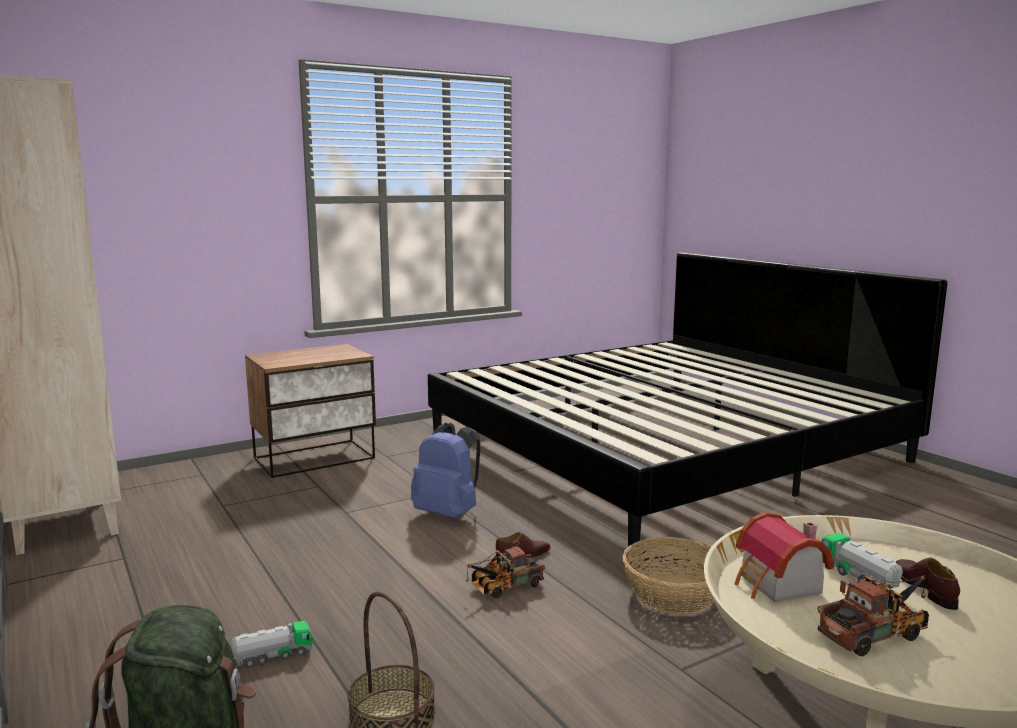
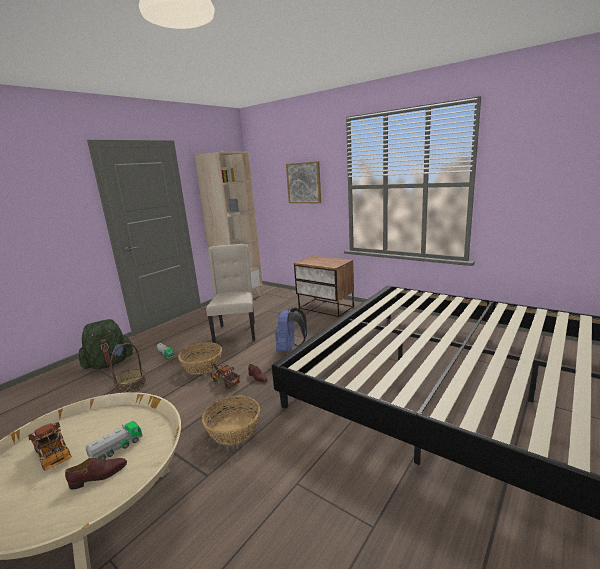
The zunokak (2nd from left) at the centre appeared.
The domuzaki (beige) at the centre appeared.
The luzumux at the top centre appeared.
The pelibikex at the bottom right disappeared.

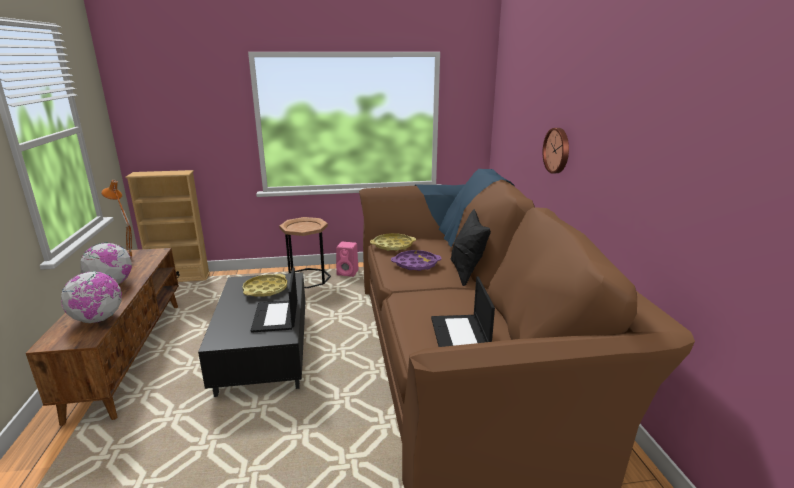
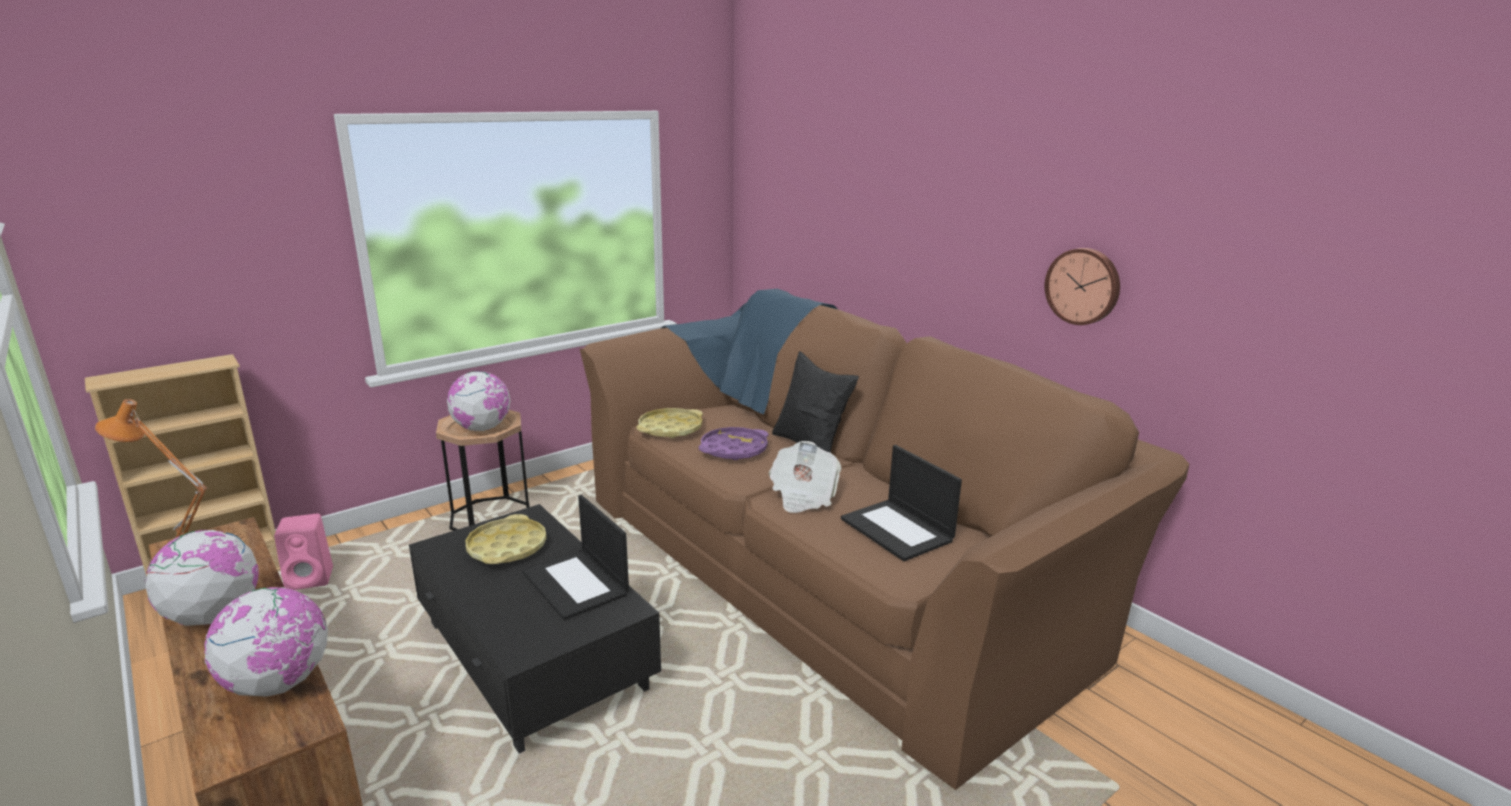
The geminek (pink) moved from the centre to the bottom left.
The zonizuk (3rd from left) at the middle left appeared.
The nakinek at the centre appeared.
The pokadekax moved from the top right to the middle right.

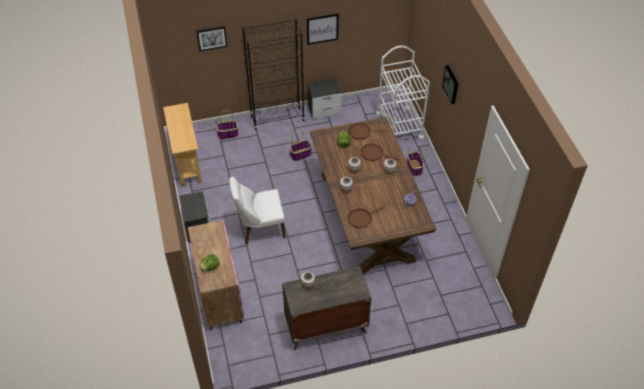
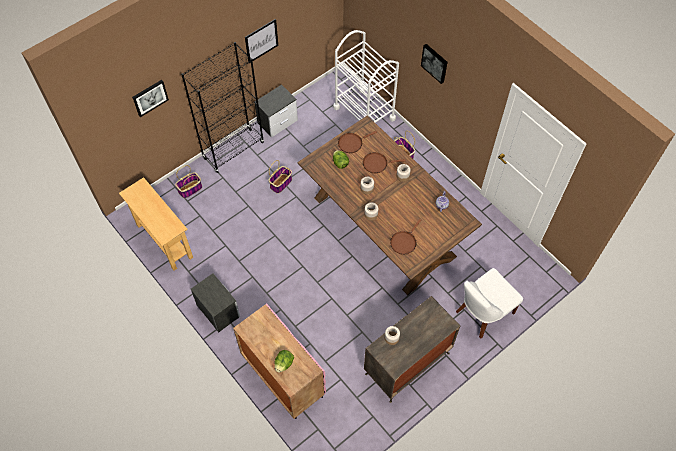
The domuzaki (white) moved from the centre to the bottom right.

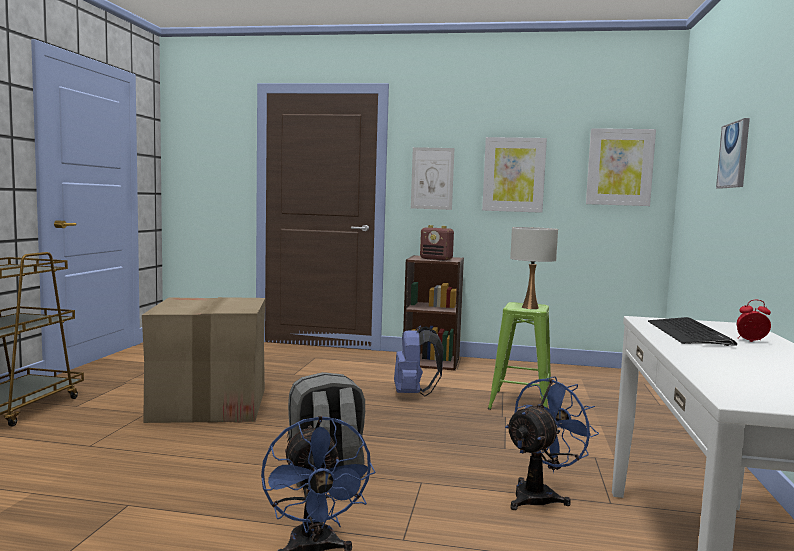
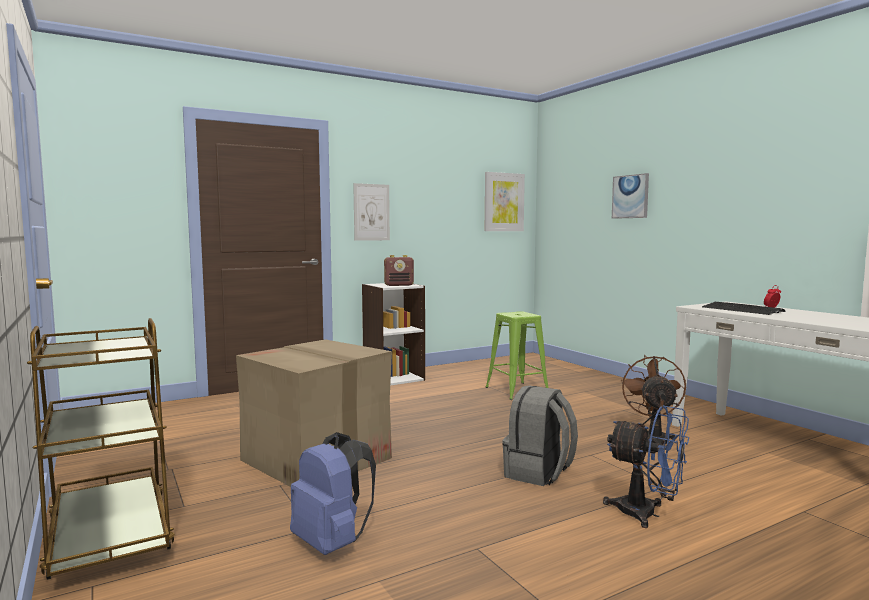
The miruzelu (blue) moved from the centre to the bottom centre.
The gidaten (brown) at the centre became the gidaten (white) at the centre.
The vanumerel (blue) (2nd from left) at the bottom right became the vanumerel (brown) at the bottom right.
The luzumux (2nd from left) at the top centre disappeared.
The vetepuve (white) at the middle right disappeared.

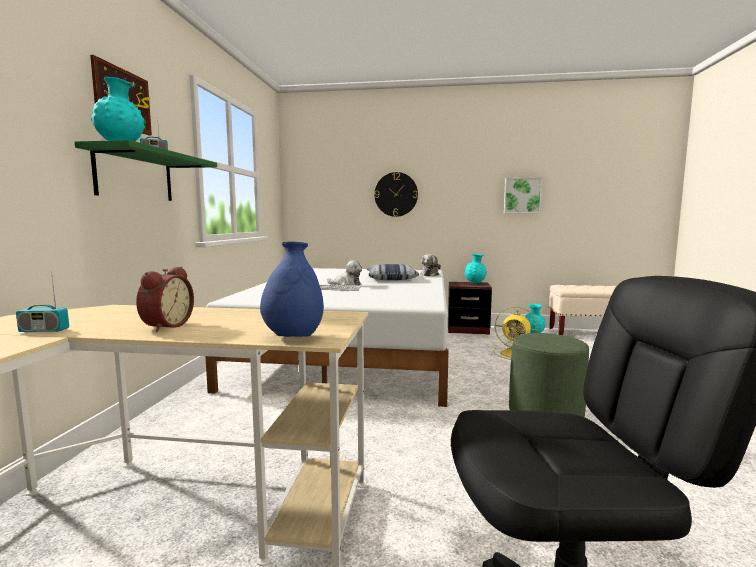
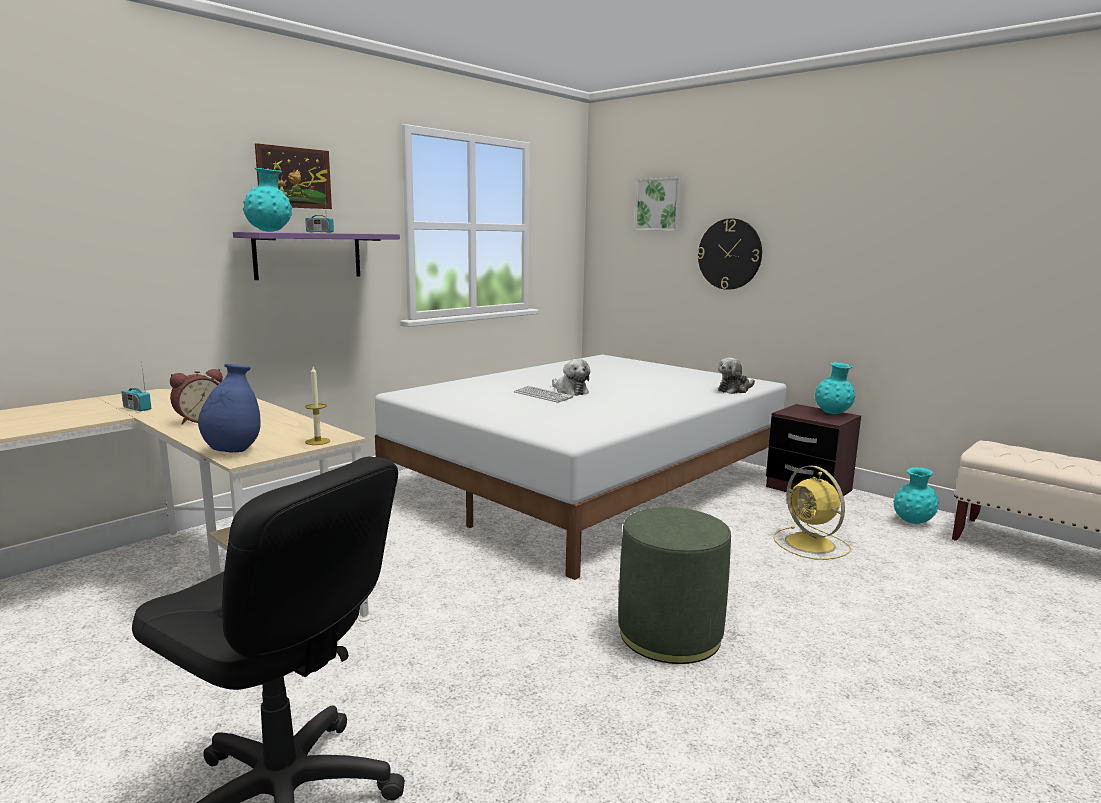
The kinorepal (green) at the top left became the kinorepal (purple) at the top left.
The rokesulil at the middle left appeared.
The luzumux (2nd from left) moved from the middle right to the top centre.
The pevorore at the centre disappeared.

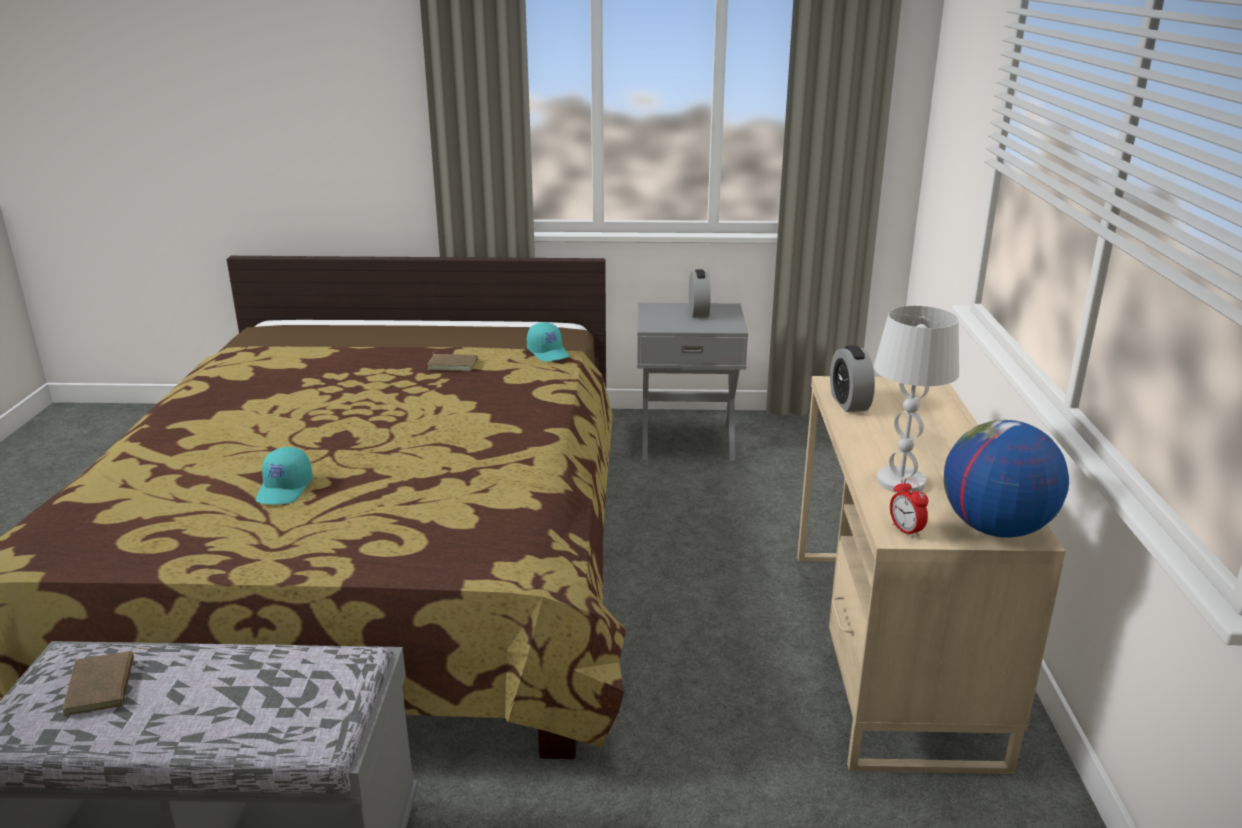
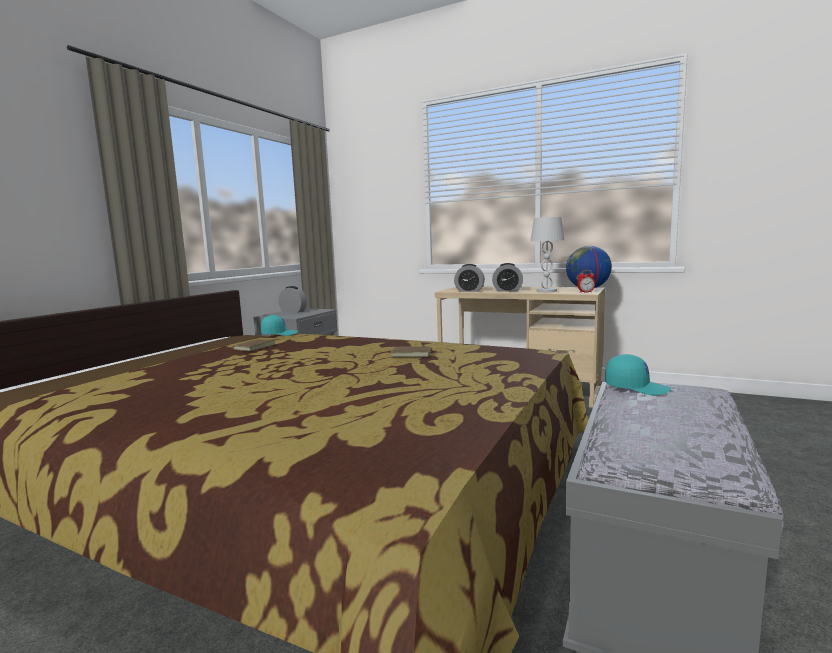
The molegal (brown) (1st from left in the first image) moved from the bottom left to the centre.
The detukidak (3rd from left) at the centre appeared.
The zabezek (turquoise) (1st from left in the first image) moved from the middle left to the middle right.

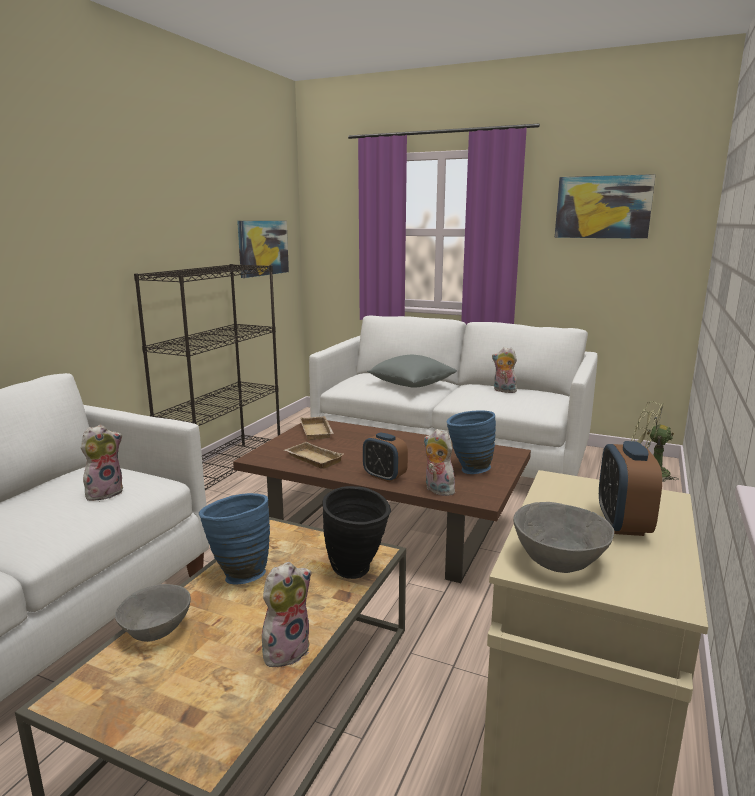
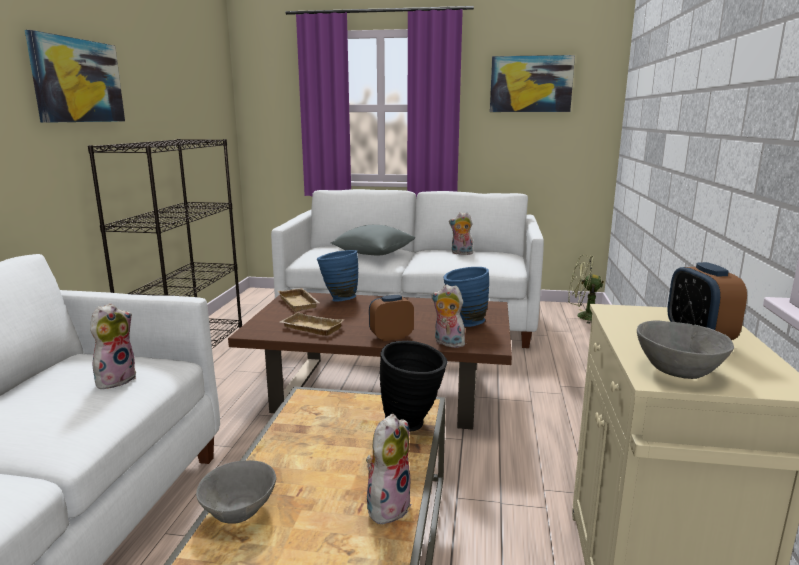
The luzumux (1st from left) moved from the top centre to the top left.
The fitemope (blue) (1st from left) moved from the bottom left to the centre.
The detukidak (1st from left) at the centre turned 135 degrees clockwise.

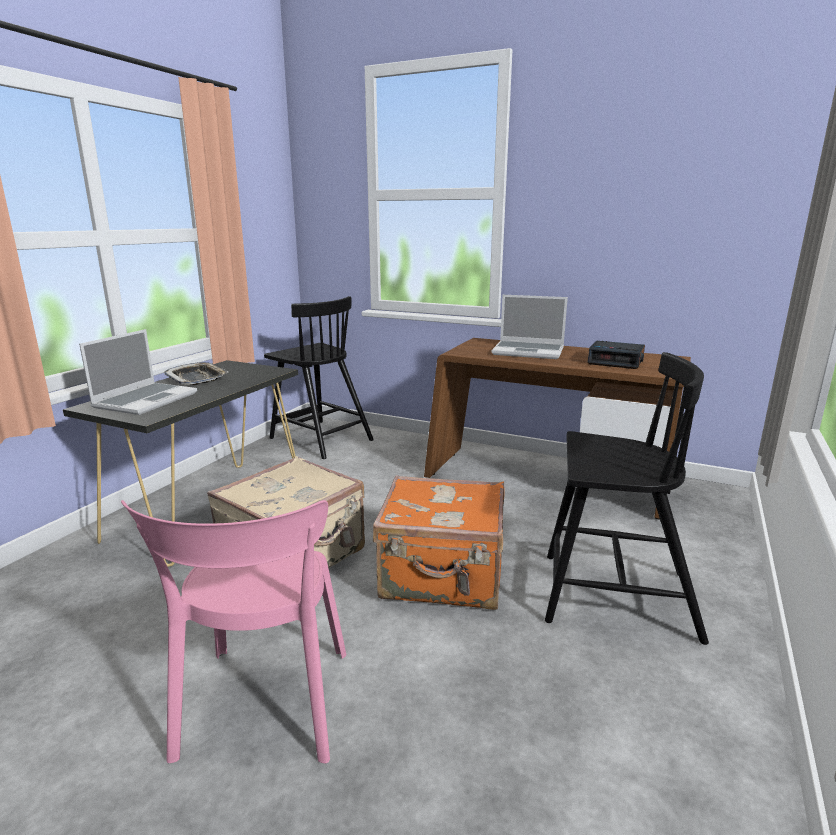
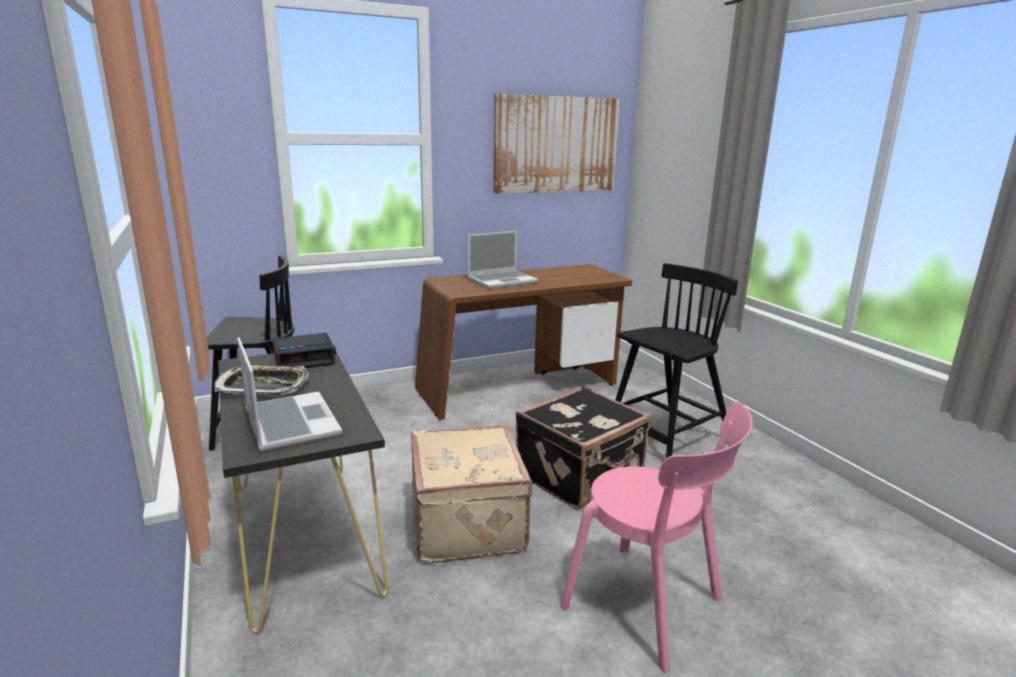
The detukidak moved from the middle right to the middle left.
The luzumux at the top centre appeared.
The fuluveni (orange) at the centre became the fuluveni (black) at the centre.

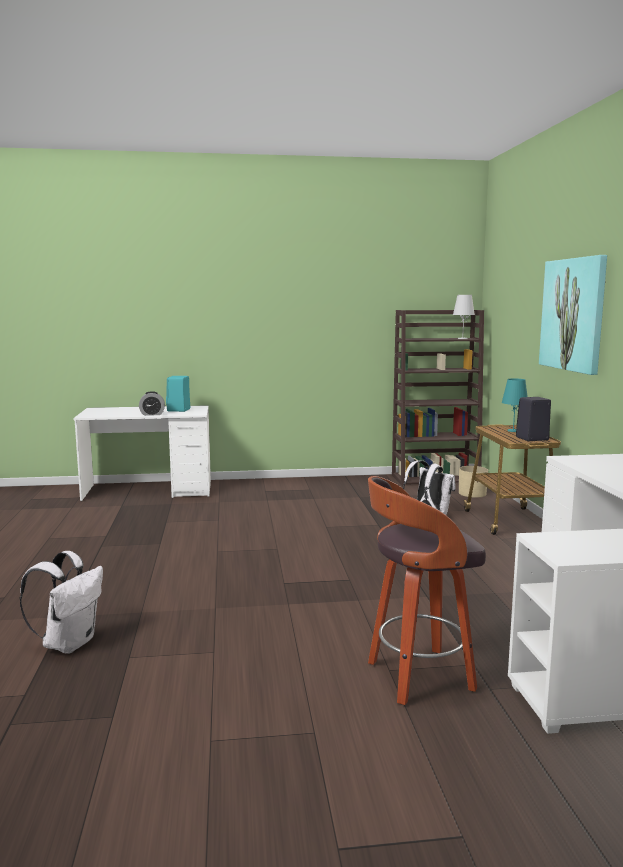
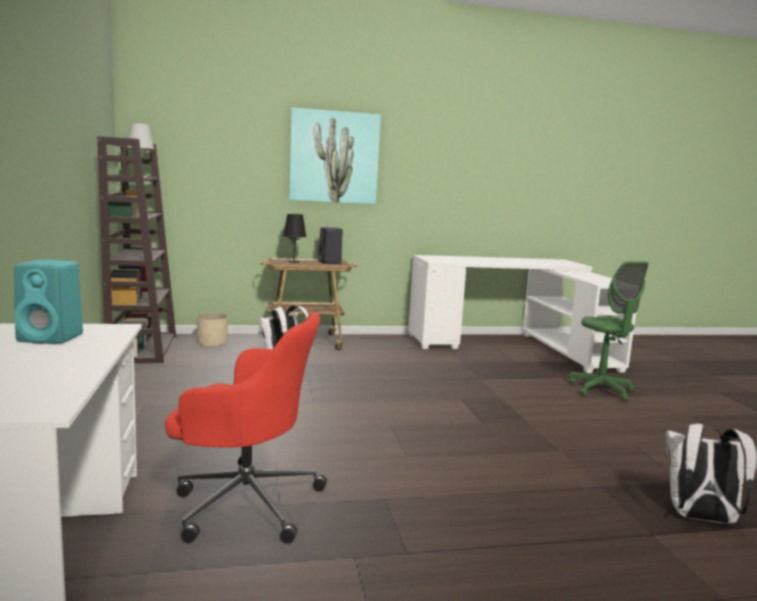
The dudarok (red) at the bottom left appeared.
The vetepuve (turquoise) at the middle right became the vetepuve (black) at the centre.
The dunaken at the bottom right was replaced by the dudarok (green) at the middle right.
The detukidak at the middle left disappeared.

